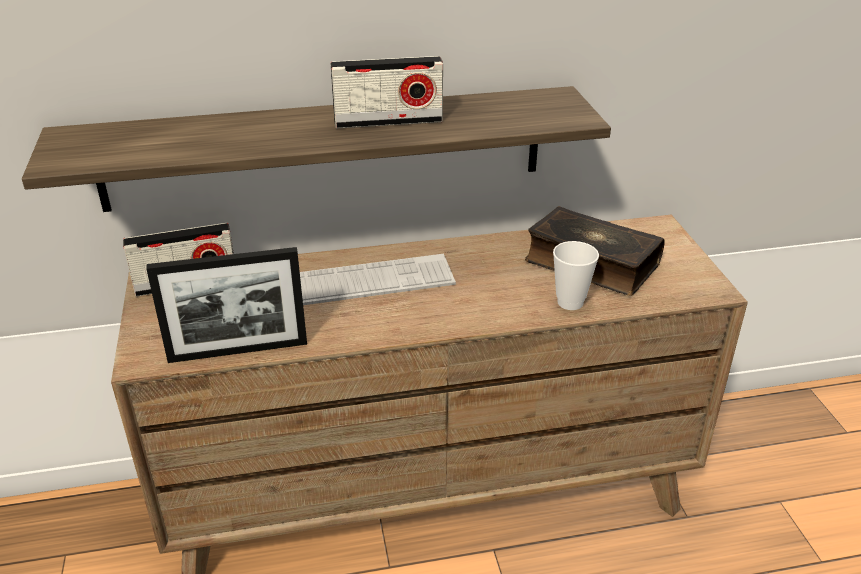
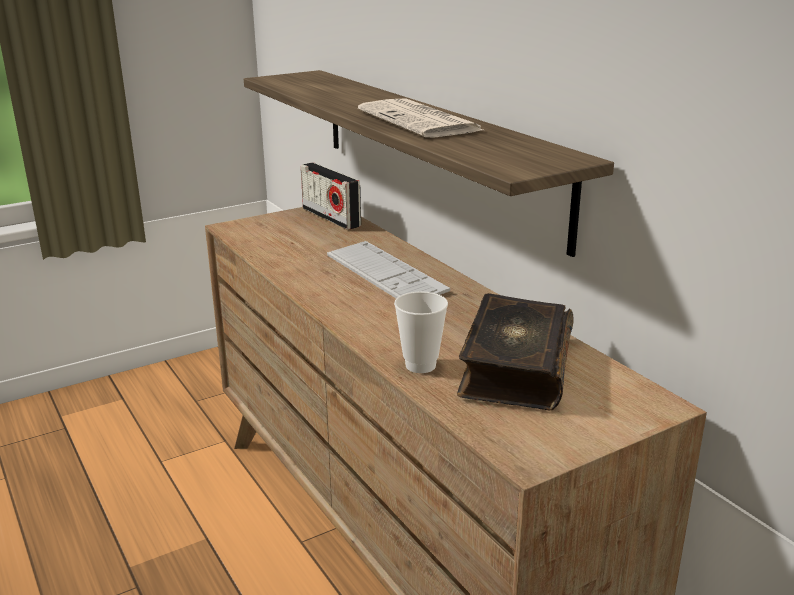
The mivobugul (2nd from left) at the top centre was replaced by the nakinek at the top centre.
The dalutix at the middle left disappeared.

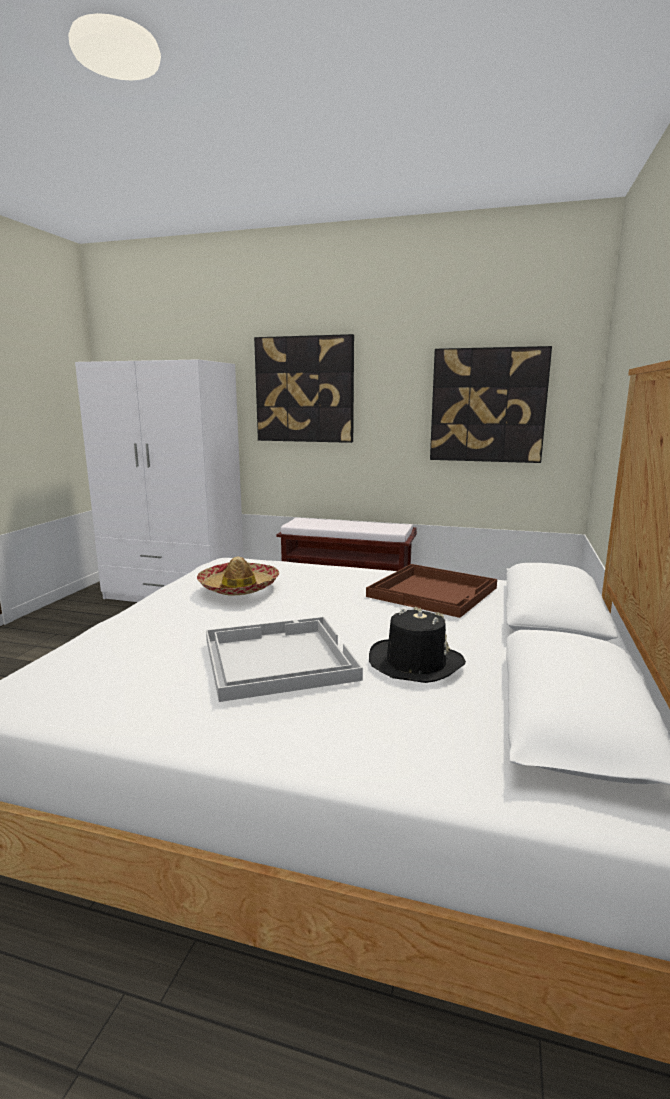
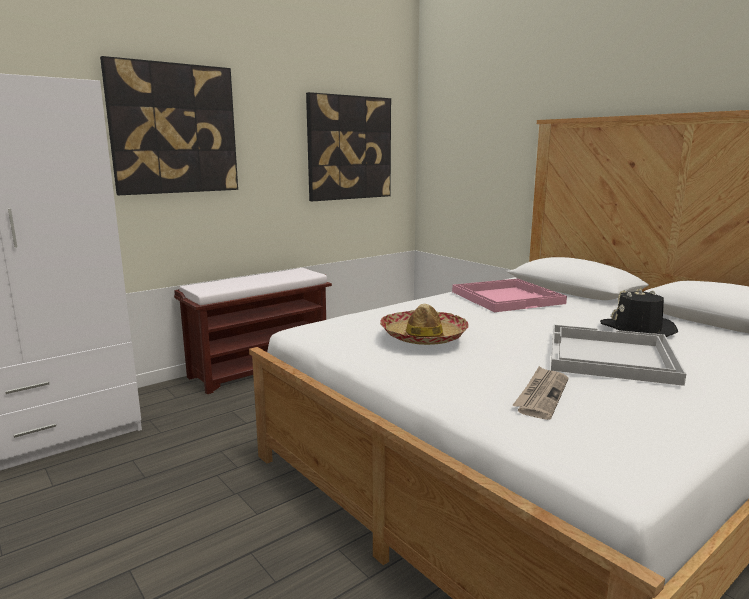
The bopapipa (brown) at the centre became the bopapipa (pink) at the middle right.
The nakinek at the middle right appeared.

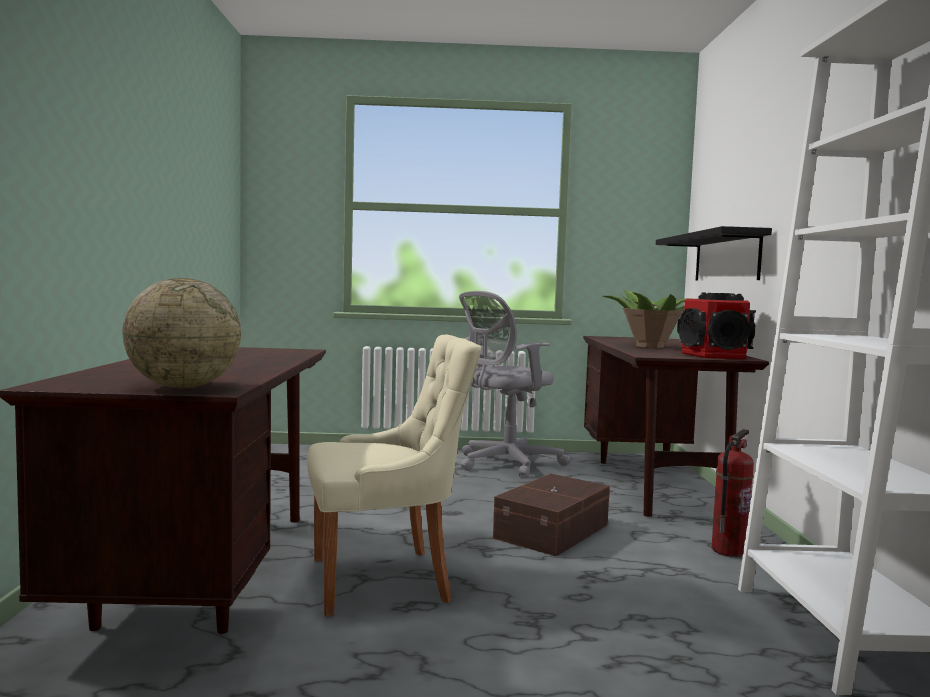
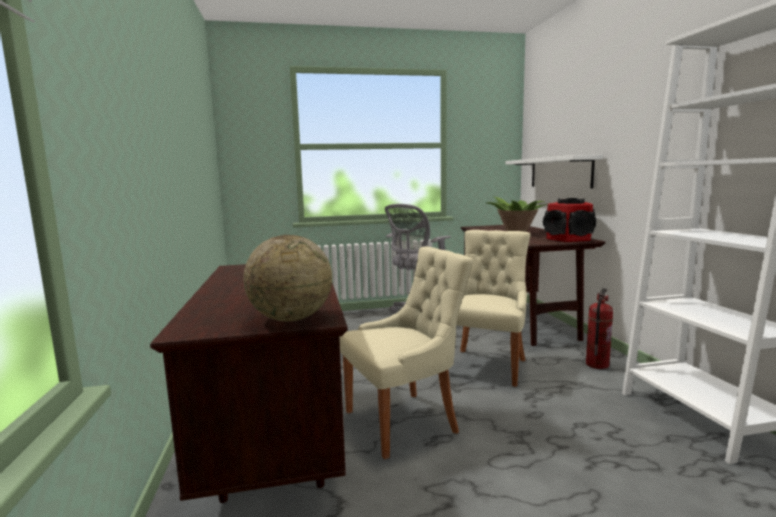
The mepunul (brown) at the bottom centre was replaced by the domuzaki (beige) (2nd from left) at the centre.
The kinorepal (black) at the middle right became the kinorepal (white) at the top right.

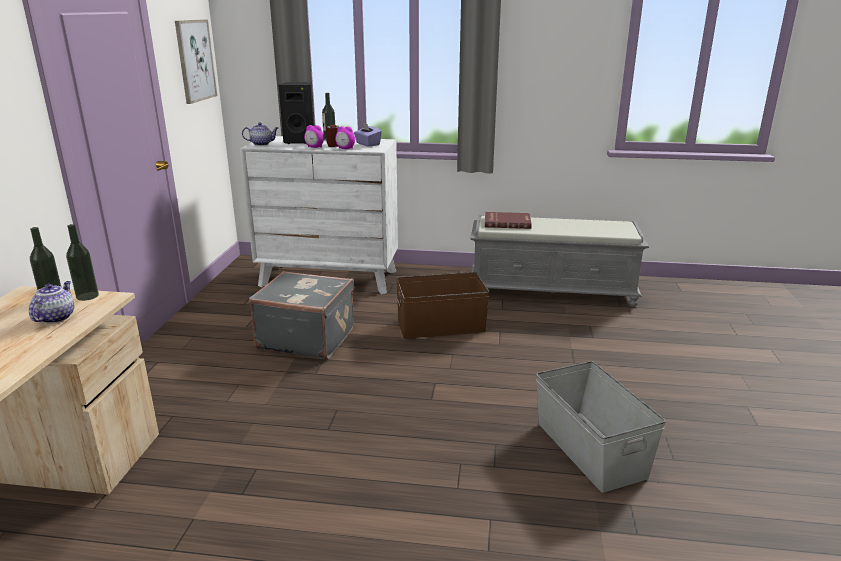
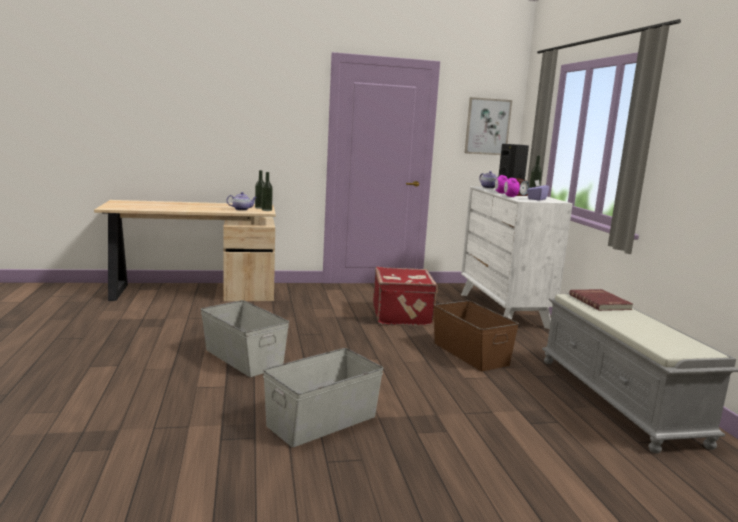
The mepunul (grey) (1st from left) at the middle left appeared.
The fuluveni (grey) at the centre became the fuluveni (red) at the centre.

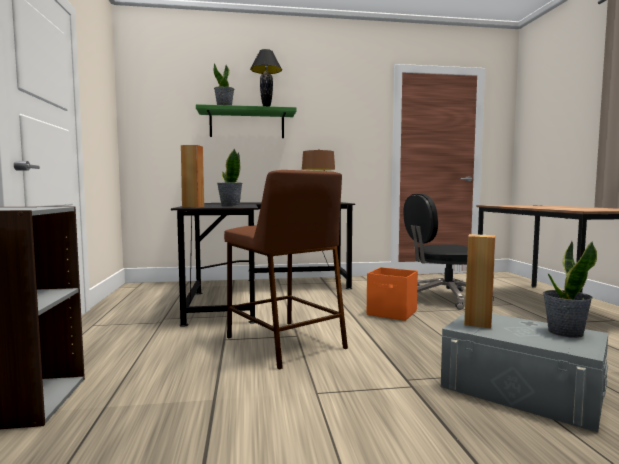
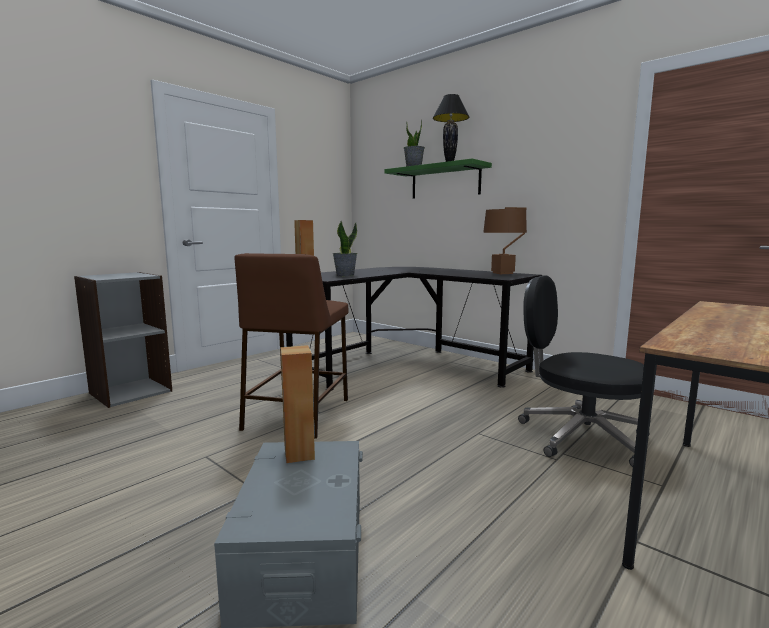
The mepunul (orange) at the centre disappeared.
The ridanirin (3rd from left) at the middle right disappeared.

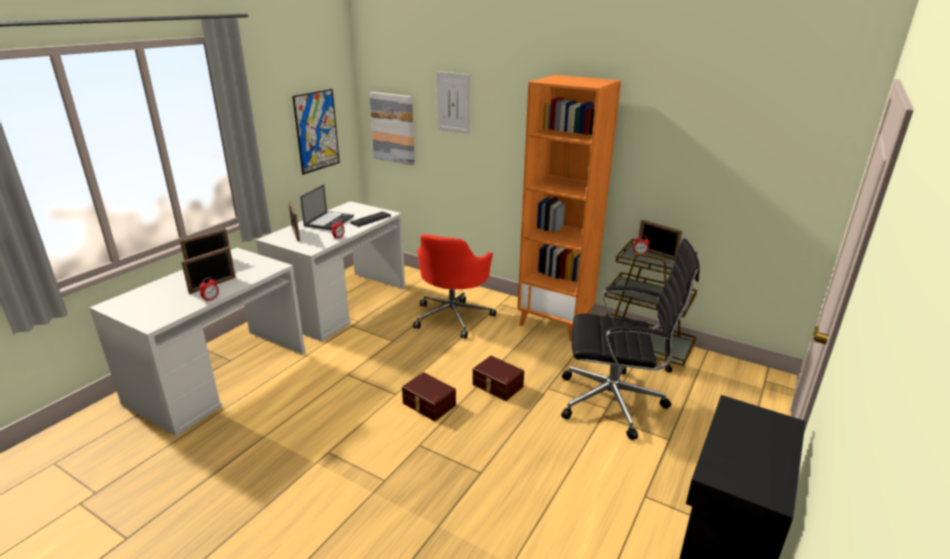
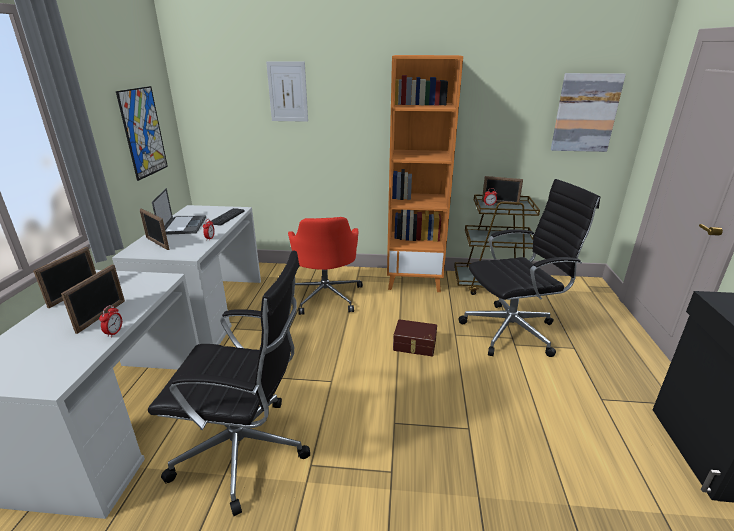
The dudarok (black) (1st from left) at the bottom left appeared.
The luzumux (2nd from left in the first image) moved from the top centre to the top right.
The mepunul (brown) (1st from left) at the bottom centre disappeared.

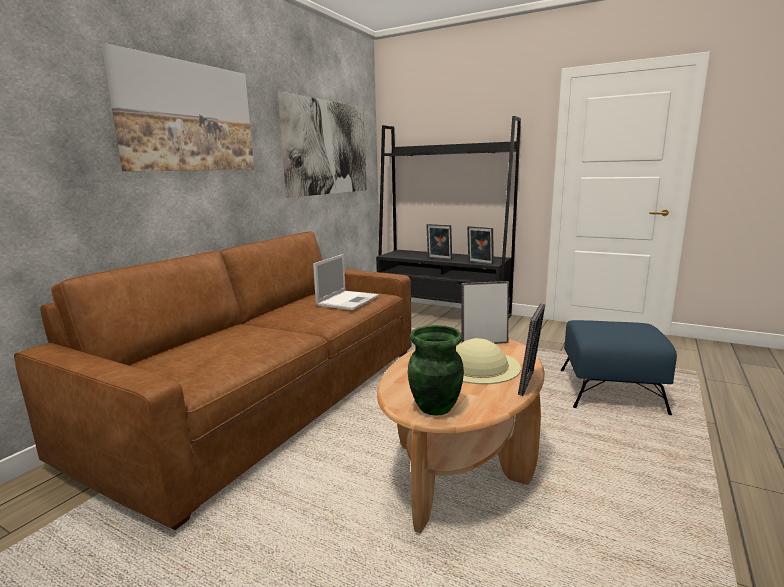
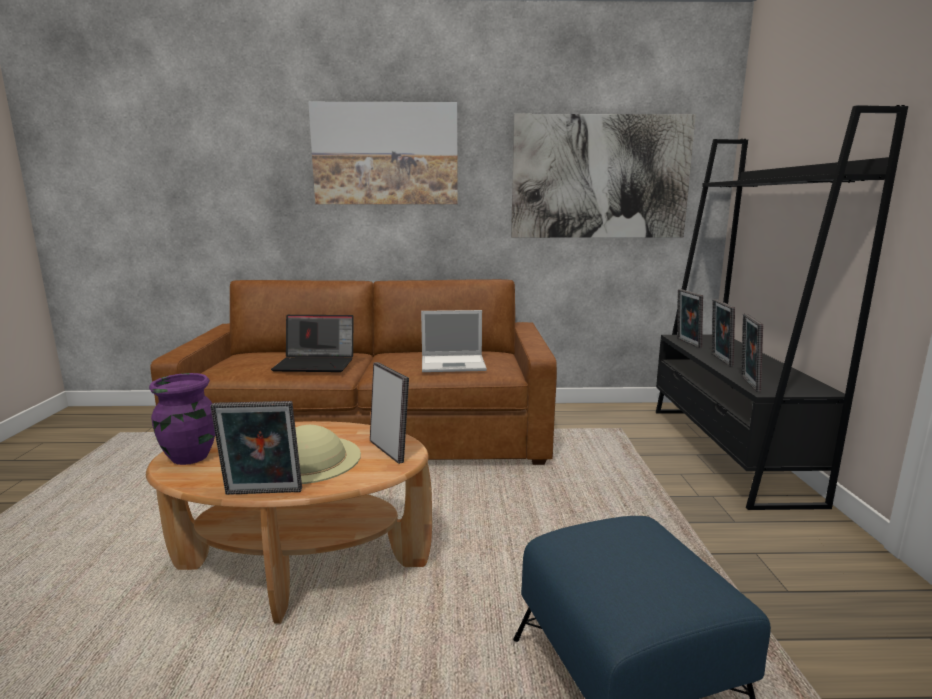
The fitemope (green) at the centre became the fitemope (purple) at the middle left.
The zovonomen (1st from left) at the centre appeared.
The dalutix (3rd from left) at the middle right appeared.

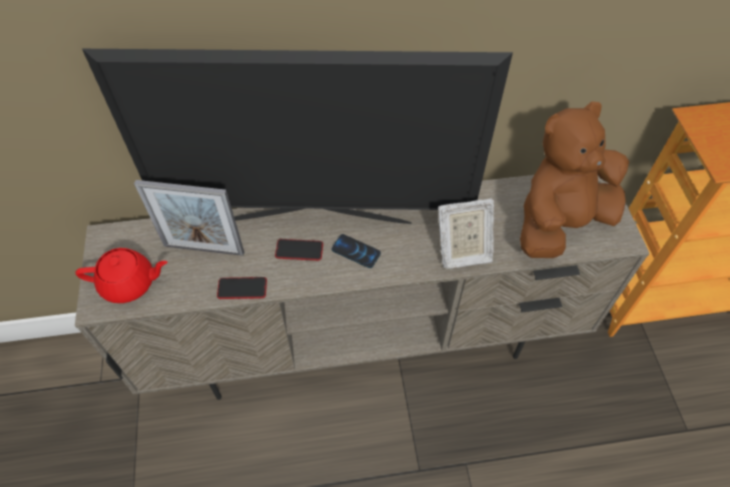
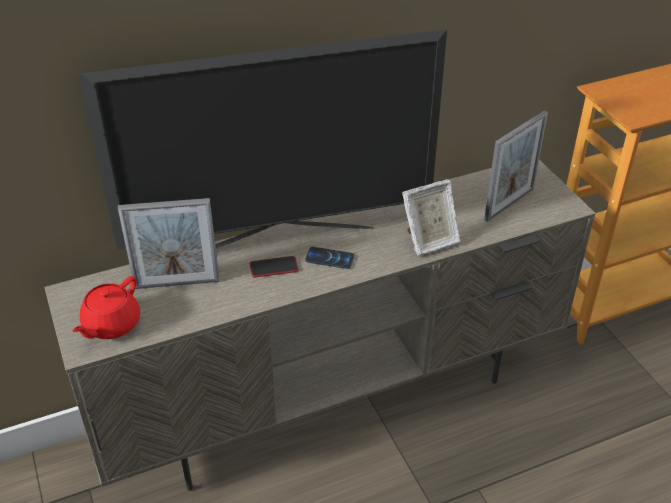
The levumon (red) at the middle left turned 135 degrees clockwise.
The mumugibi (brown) at the middle right was replaced by the dalutix (3rd from left) at the top right.
The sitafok (1st from left) at the middle left disappeared.

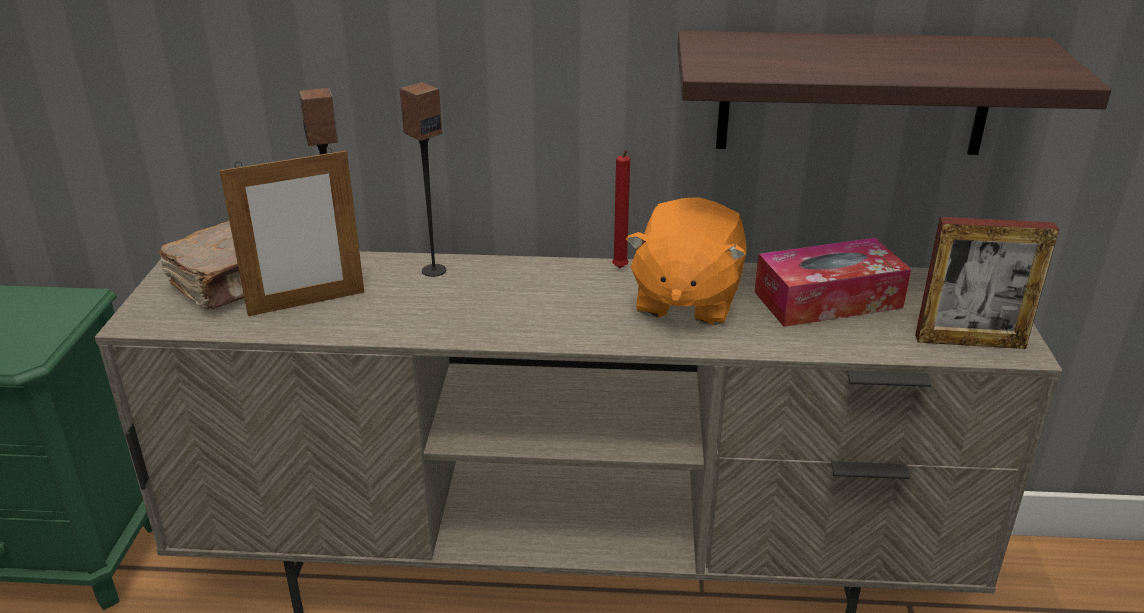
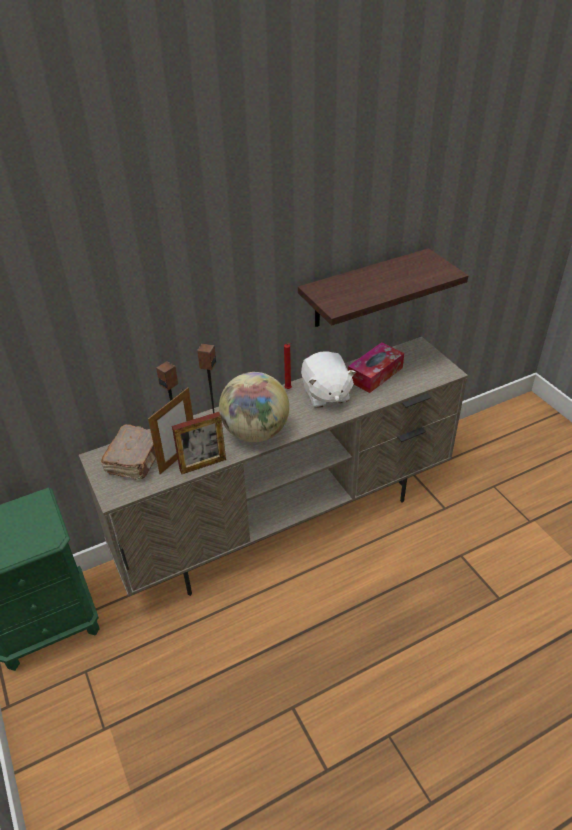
The dalutix (2nd from left) moved from the middle right to the centre.
The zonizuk at the centre appeared.
The mumugibi (orange) at the centre became the mumugibi (white) at the centre.

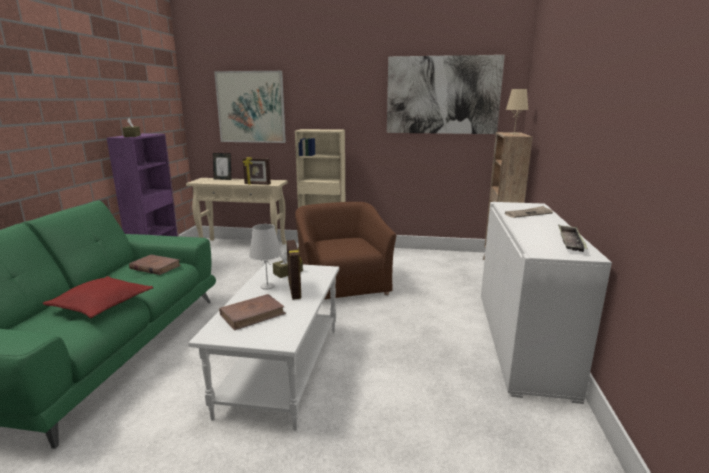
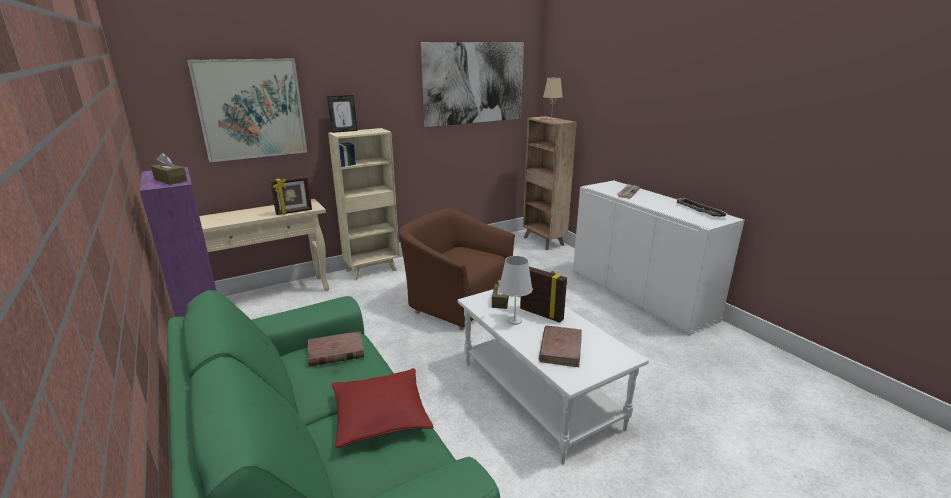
The dalutix (1st from left in the first image) moved from the middle left to the top centre.

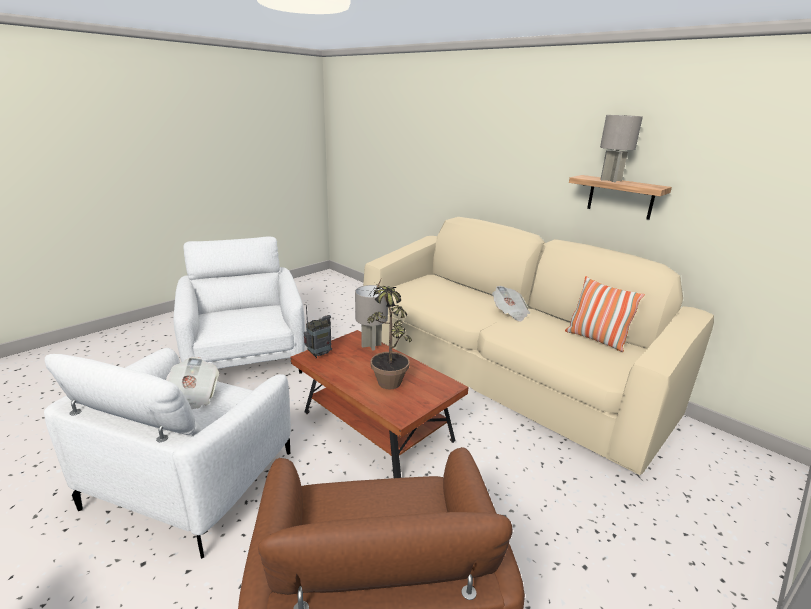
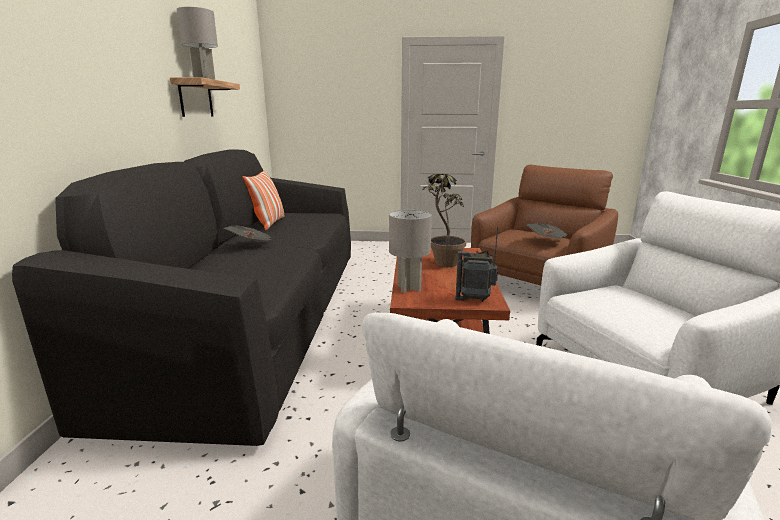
The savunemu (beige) at the centre became the savunemu (black) at the middle left.
The nakinek (1st from left in the first image) moved from the middle left to the middle right.

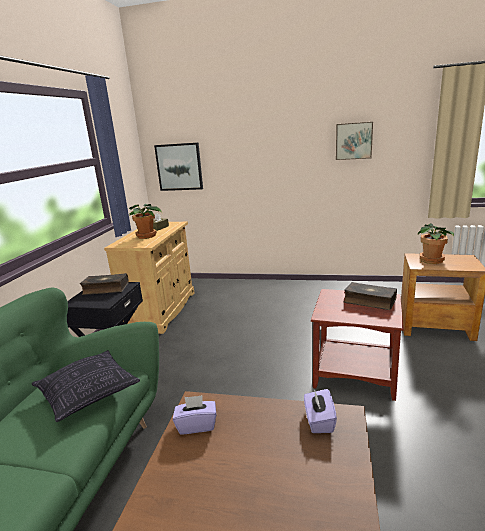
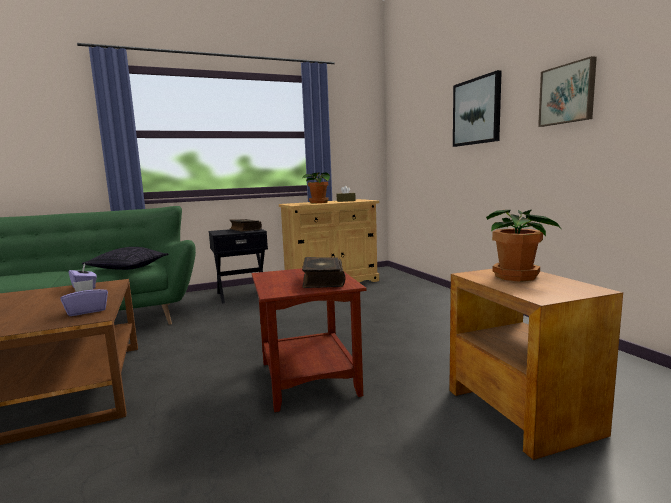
The luzumux (1st from left) moved from the top centre to the top right.

